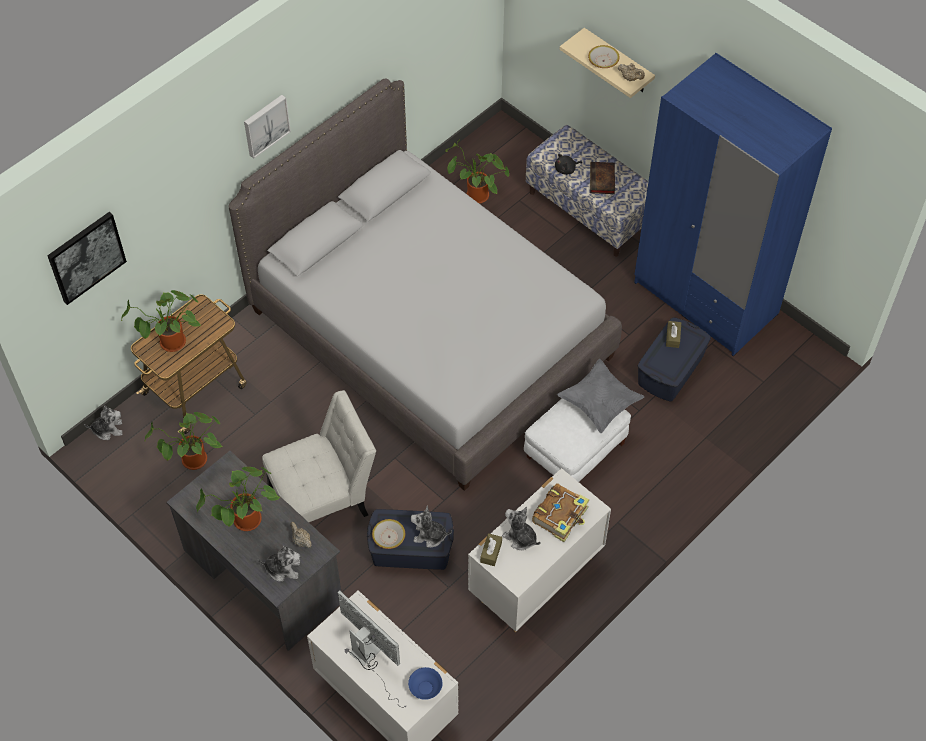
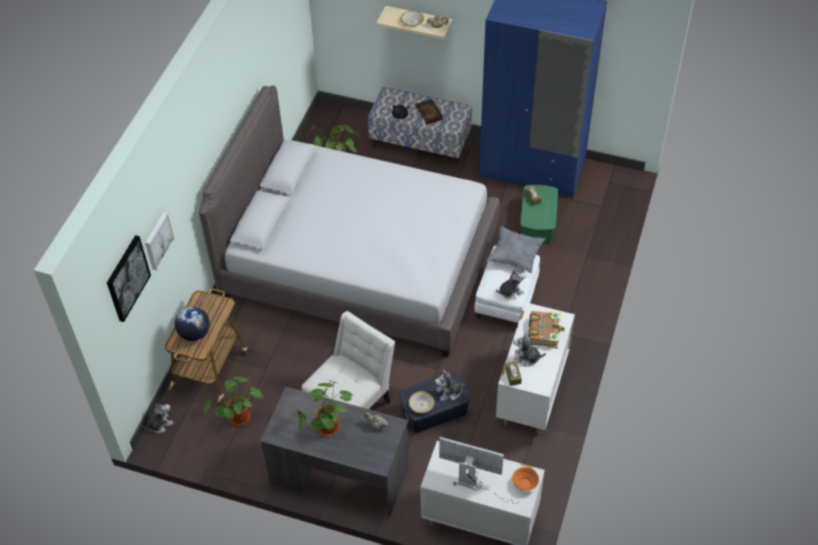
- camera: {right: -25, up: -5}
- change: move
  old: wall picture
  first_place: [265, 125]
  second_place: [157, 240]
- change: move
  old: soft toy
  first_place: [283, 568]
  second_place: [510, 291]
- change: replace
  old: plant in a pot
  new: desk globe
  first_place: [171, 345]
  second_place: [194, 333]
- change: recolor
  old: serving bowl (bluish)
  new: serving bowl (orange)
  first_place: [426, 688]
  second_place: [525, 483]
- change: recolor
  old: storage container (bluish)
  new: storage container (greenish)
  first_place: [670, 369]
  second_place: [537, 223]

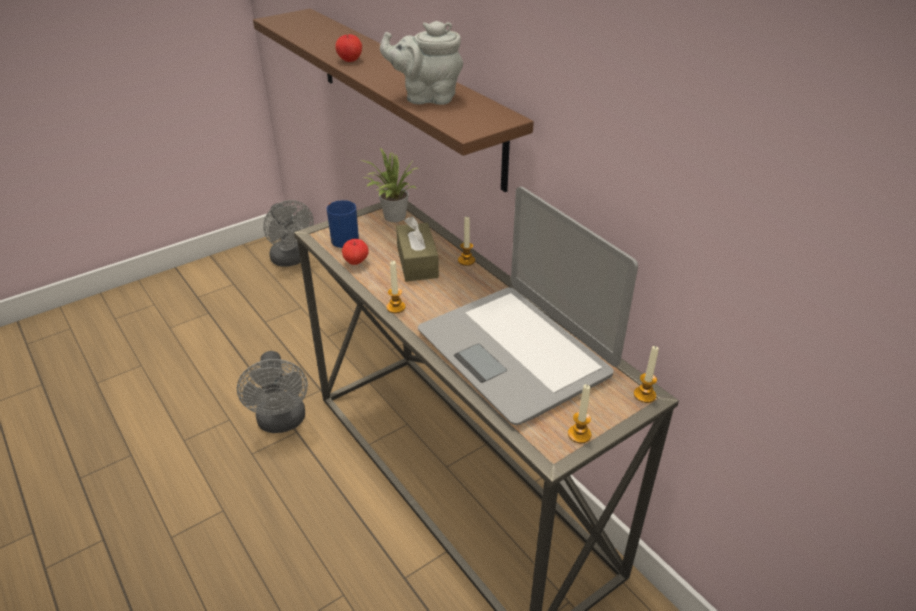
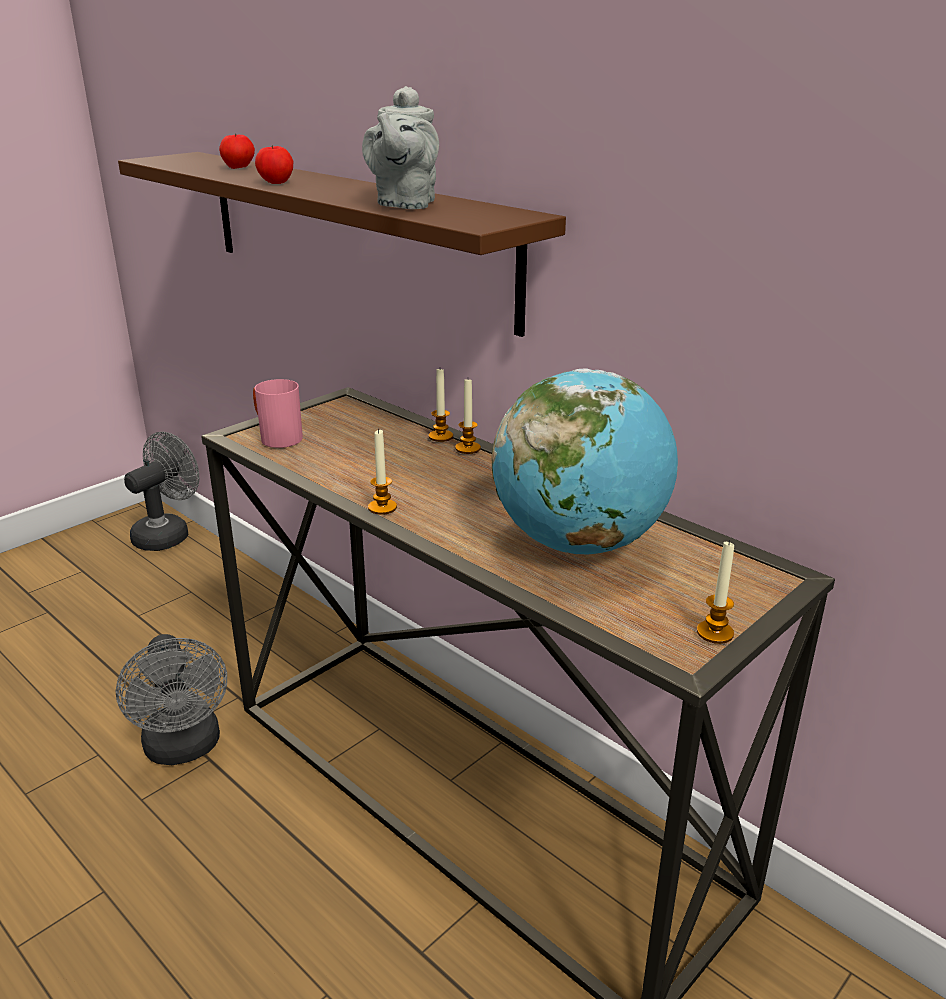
- camera: {right: -10, up: -10}
- change: delete
  old: plant in a pot
  first_place: [392, 217]
- change: delete
  old: tissue box (brownish)
  first_place: [417, 262]
- change: move
  old: apple fruit
  first_place: [356, 262]
  second_place: [238, 168]
- change: move
  old: wax candle
  first_place: [644, 395]
  second_place: [441, 436]
- change: replace
  old: notebook computer
  new: desk globe
  first_place: [516, 351]
  second_place: [579, 543]
- change: recolor
  old: mug (bluish)
  new: mug (pink-coloured)
  first_place: [341, 238]
  second_place: [276, 438]
- change: rotate
  old: electric fan (grey)
  first_place: [292, 260]
  second_place: [168, 534]
  degrees: -105
- change: rotate
  old: tea pot (grey)
  first_place: [427, 97]
  second_place: [404, 204]
  degrees: -75

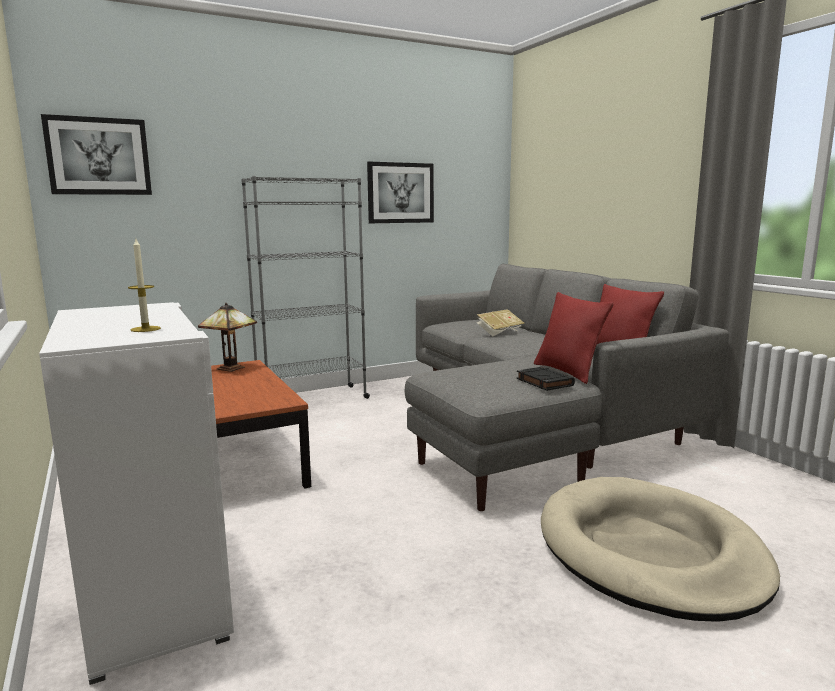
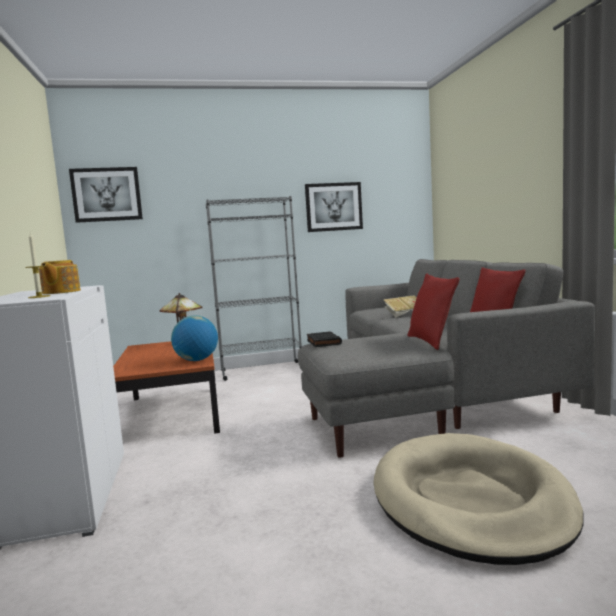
- camera: {right: 15, up: -5}
- change: insert
  new: tea pot
  second_place: [60, 292]
- change: insert
  new: desk globe
  second_place: [196, 360]
- change: move
  old: bound book (blackish)
  first_place: [544, 382]
  second_place: [323, 342]

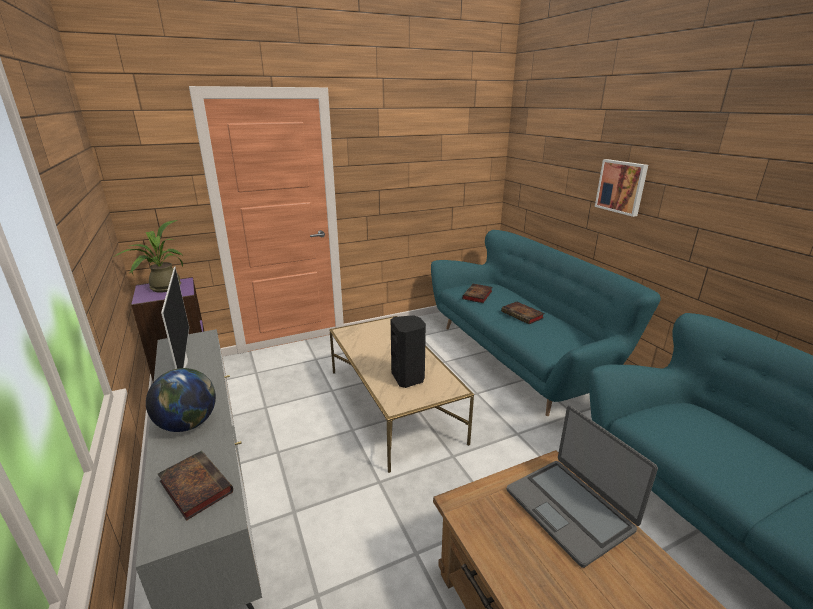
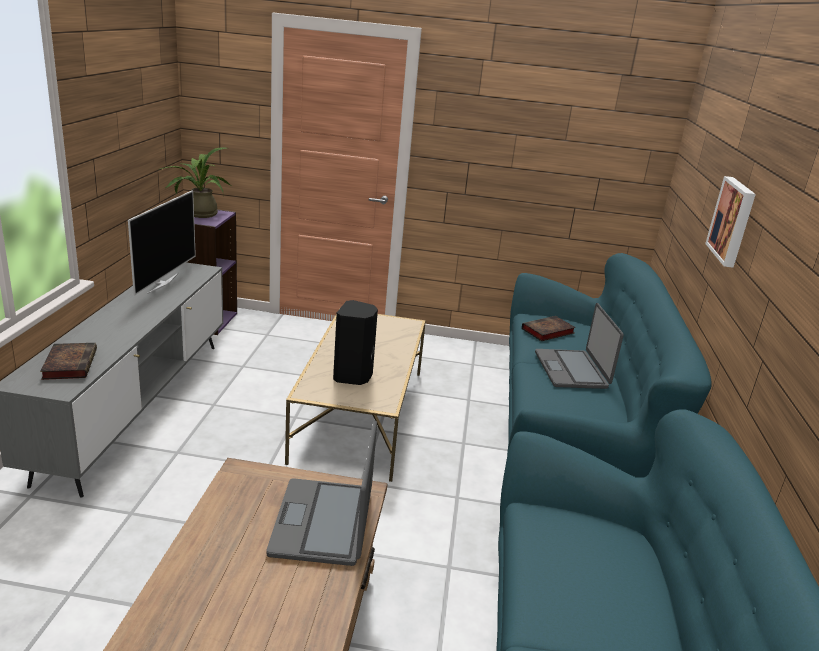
- camera: {right: 30, up: 0}
- change: delete
  old: desk globe
  first_place: [188, 424]
- change: replace
  old: bound book
  new: notebook computer
  first_place: [523, 315]
  second_place: [572, 370]

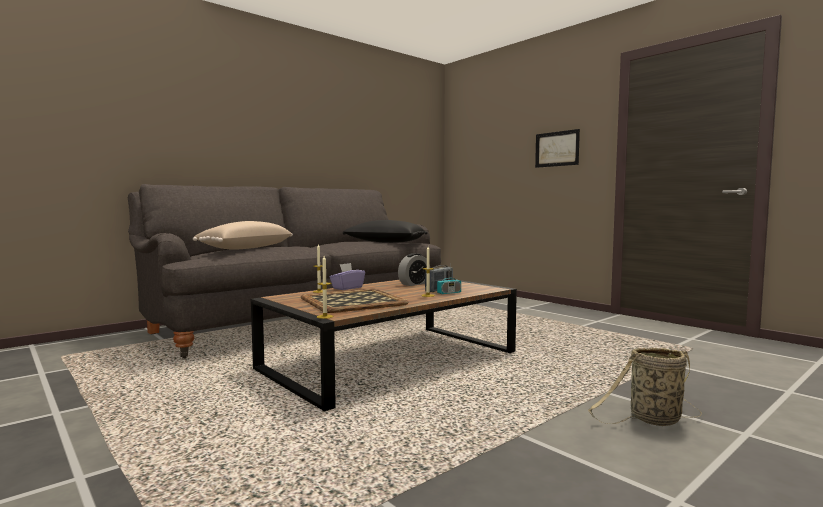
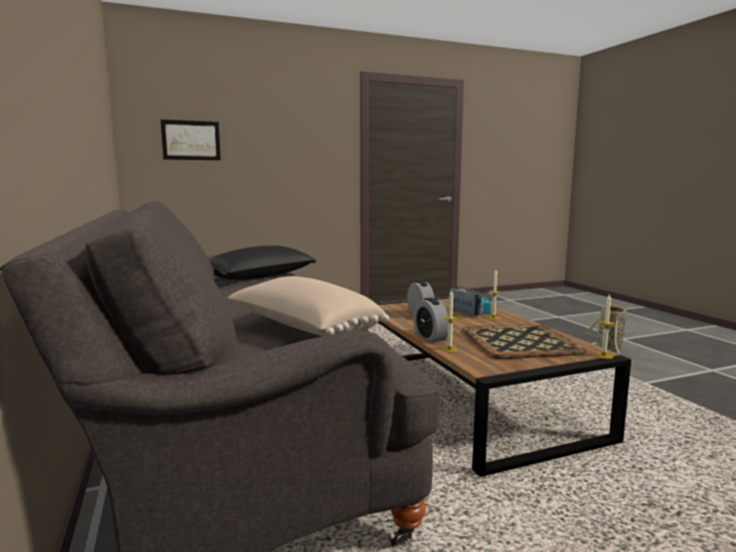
- camera: {right: -70, up: 5}
- change: move
  old: wall picture
  first_place: [557, 149]
  second_place: [191, 140]
- change: replace
  old: tissue box (purple)
  new: table clock
  first_place: [347, 288]
  second_place: [430, 337]

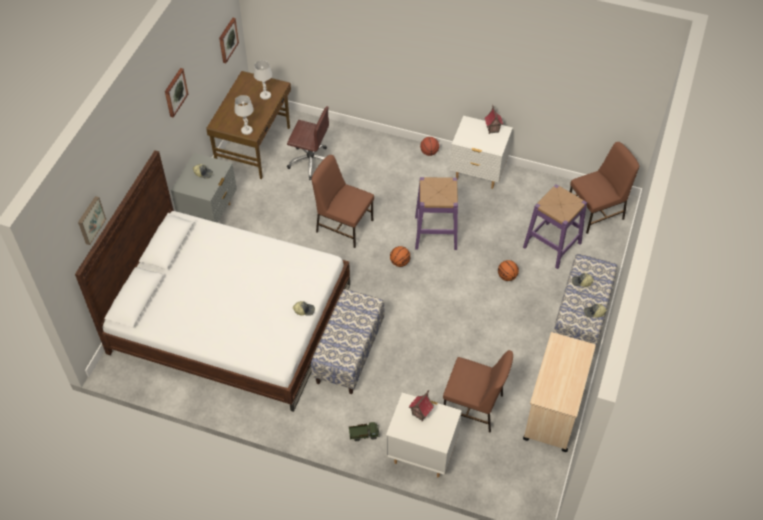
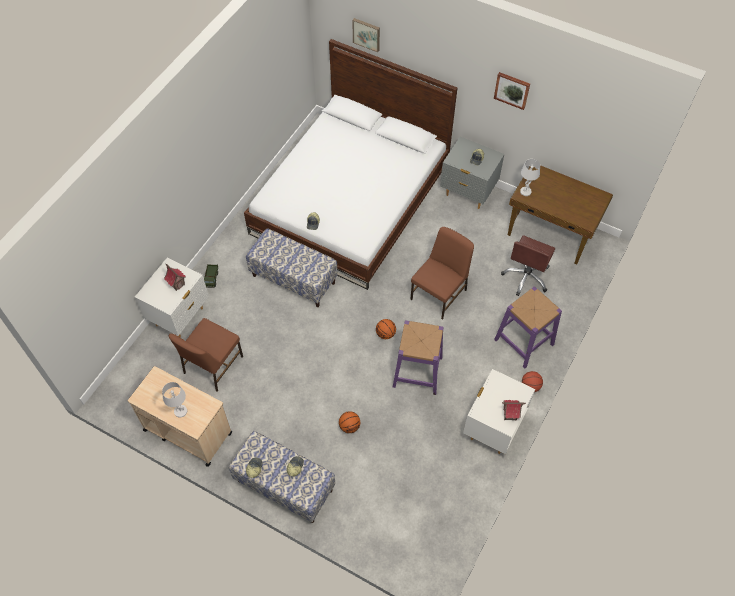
- camera: {right: 100, up: 5}
- change: delete
  old: wall picture
  first_place: [227, 40]
- change: delete
  old: chair (brownish)
  first_place: [596, 212]
- change: move
  old: lamp for a table (whitish)
  first_place: [265, 95]
  second_place: [180, 411]
- change: move
  old: sitting stool (purple)
  first_place: [552, 245]
  second_place: [524, 342]

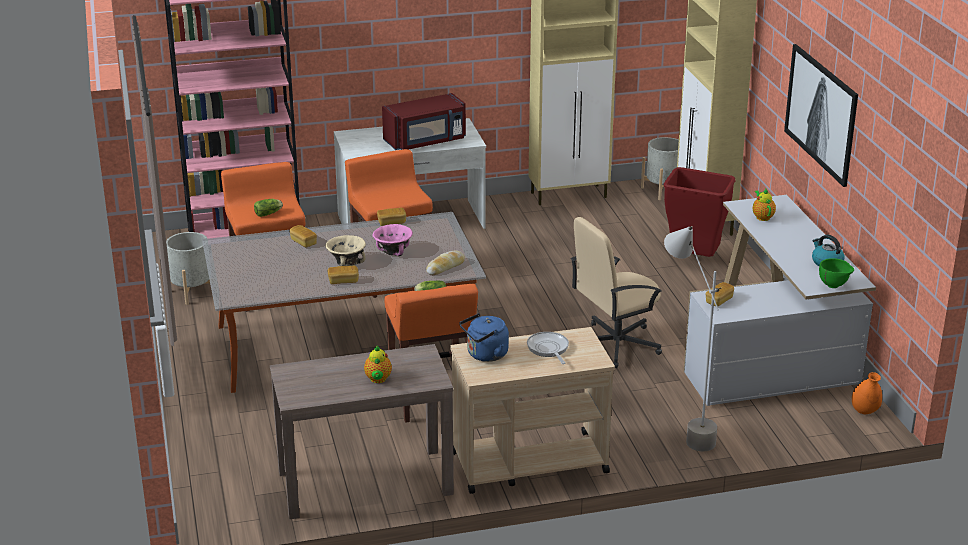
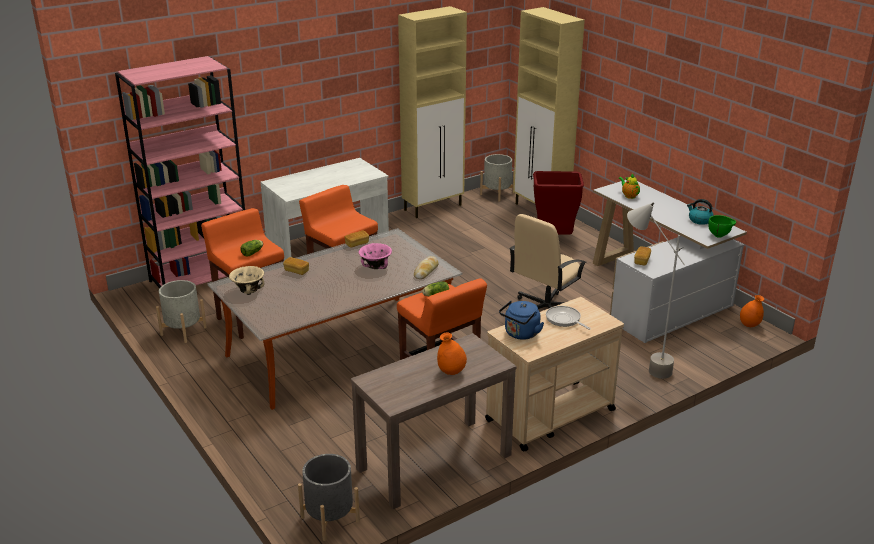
- camera: {right: -20, up: 0}
- change: delete
  old: baked bread
  first_place: [343, 281]
- change: delete
  old: kitchen microwave (reddish)
  first_place: [426, 141]
- change: delete
  old: wall picture
  first_place: [821, 113]
- change: insert
  new: planter (grey)
  second_place: [330, 519]
- change: move
  old: serving bowl (beige-coloured)
  first_place: [347, 263]
  second_place: [248, 290]
- change: replace
  old: tea pot
  new: vase (orange)
  first_place: [378, 380]
  second_place: [451, 372]

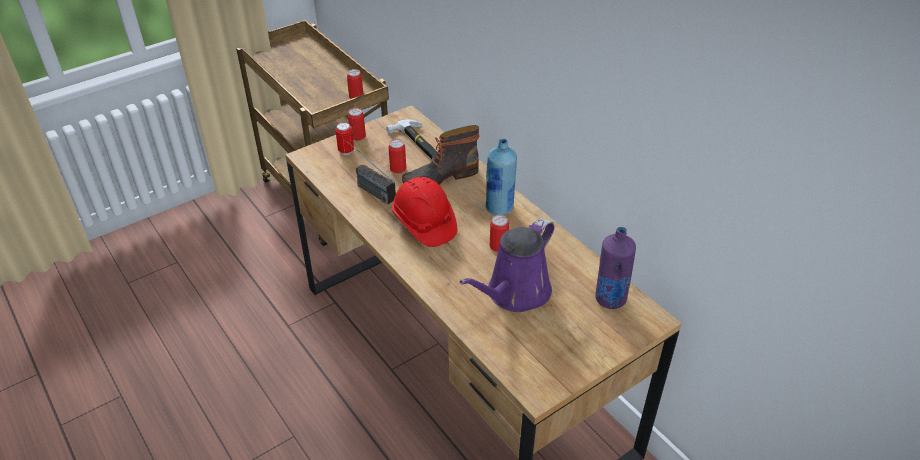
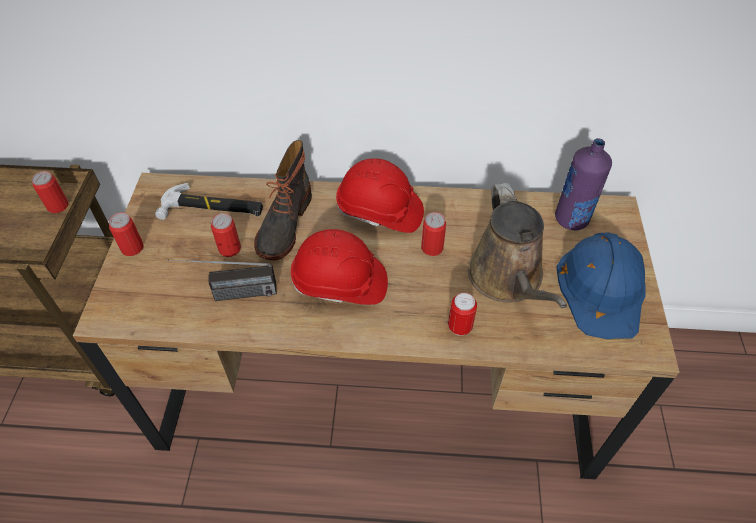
- camera: {right: -50, up: 10}
- change: insert
  new: hard hat (bluish)
  second_place: [602, 288]
- change: move
  old: can
  first_place: [346, 151]
  second_place: [459, 327]
- change: replace
  old: drink bottle (bluish)
  new: hard hat (reddish)
  first_place: [499, 208]
  second_place: [380, 211]
- change: recolor
  old: watering pot (purple)
  new: watering pot (brownish)
  first_place: [515, 293]
  second_place: [508, 279]

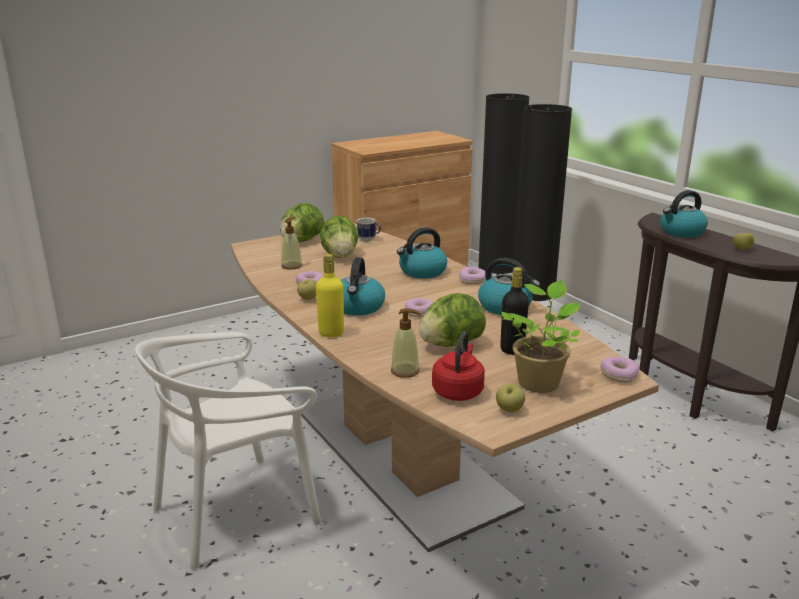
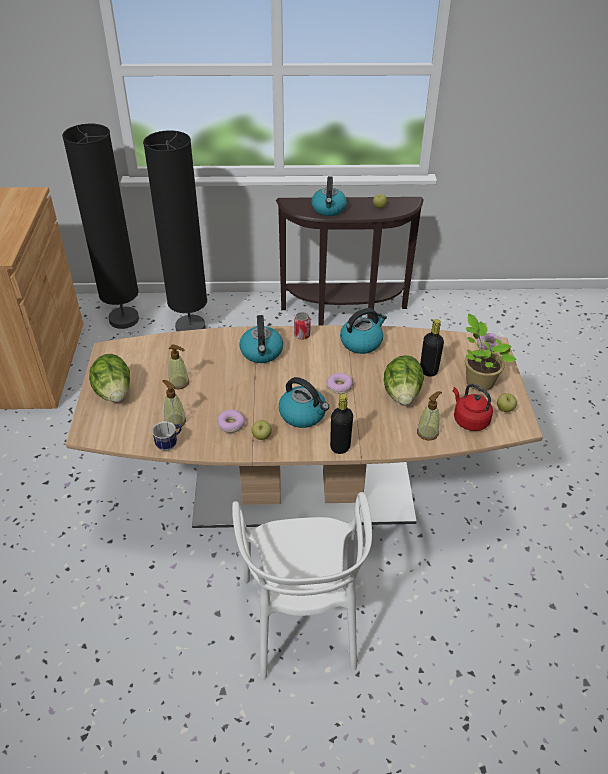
- camera: {right: -60, up: 20}
- change: move
  old: mug
  first_place: [369, 240]
  second_place: [169, 444]
- change: replace
  old: head of lettuce
  new: soap bottle
  first_place: [340, 256]
  second_place: [179, 383]
- change: replace
  old: donut
  new: can
  first_place: [473, 280]
  second_place: [302, 335]
- change: recolor
  old: drink bottle (yellow-coloured)
  new: drink bottle (blackish)
  first_place: [331, 333]
  second_place: [340, 447]

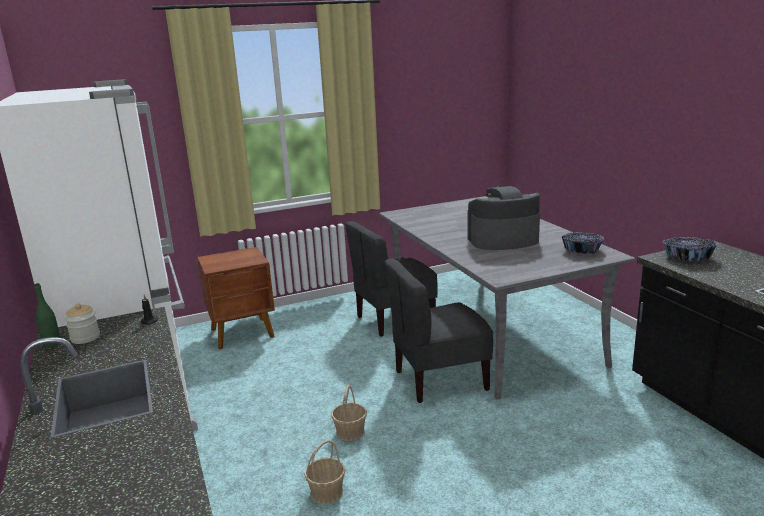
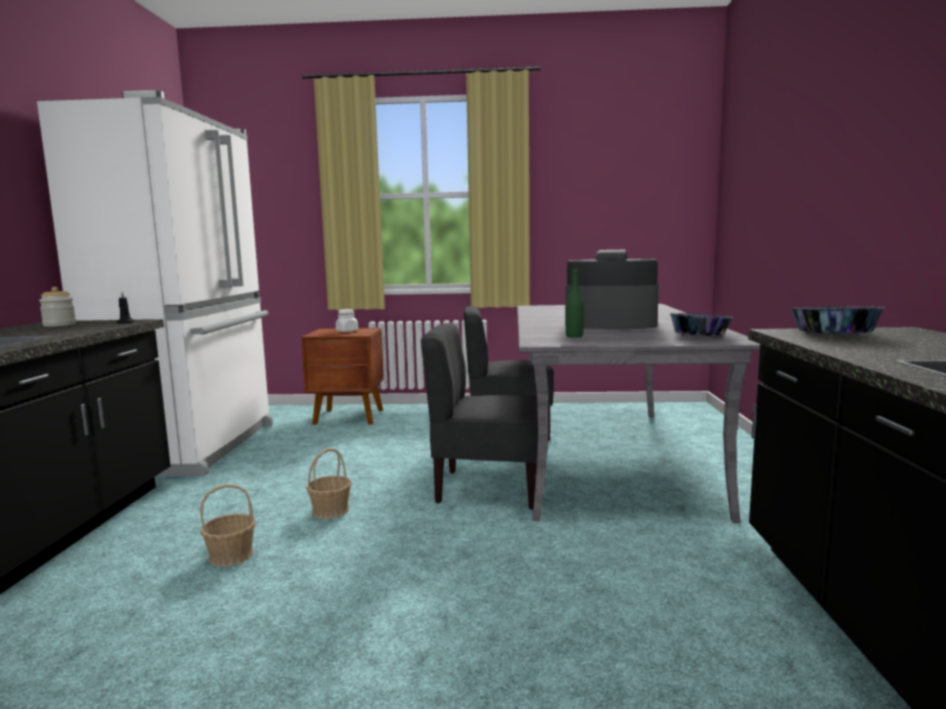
- camera: {right: 25, up: -10}
- change: insert
  new: preserve jar (whitish)
  second_place: [347, 331]
- change: move
  old: drink bottle (greenish)
  first_place: [52, 343]
  second_place: [574, 336]

